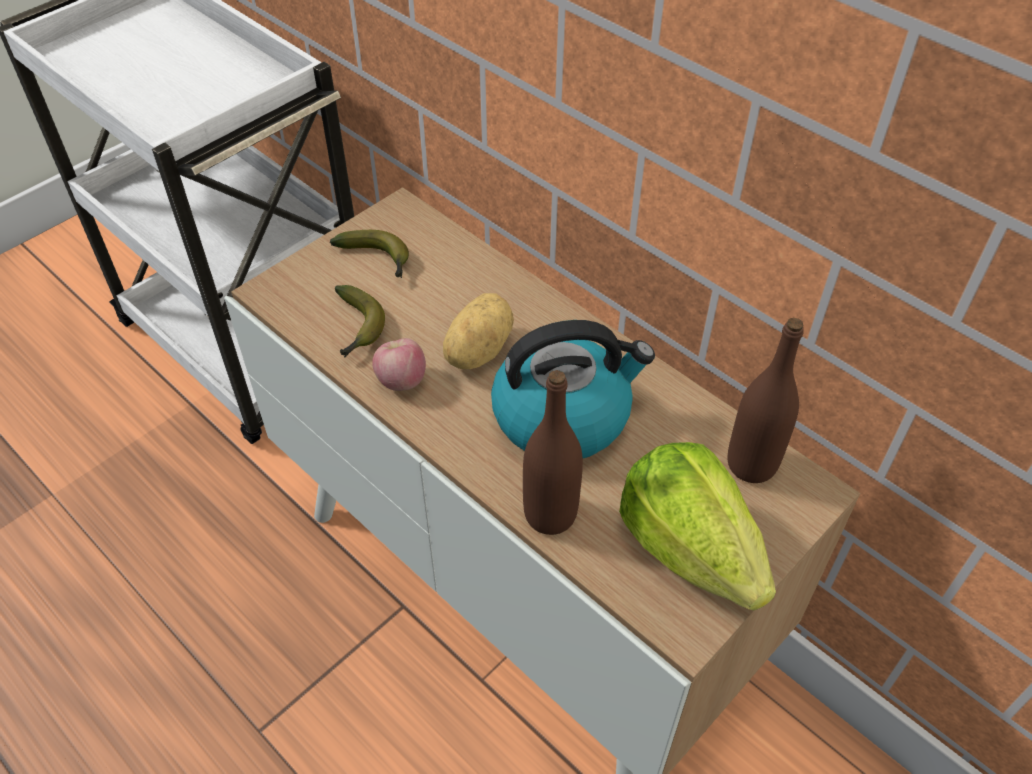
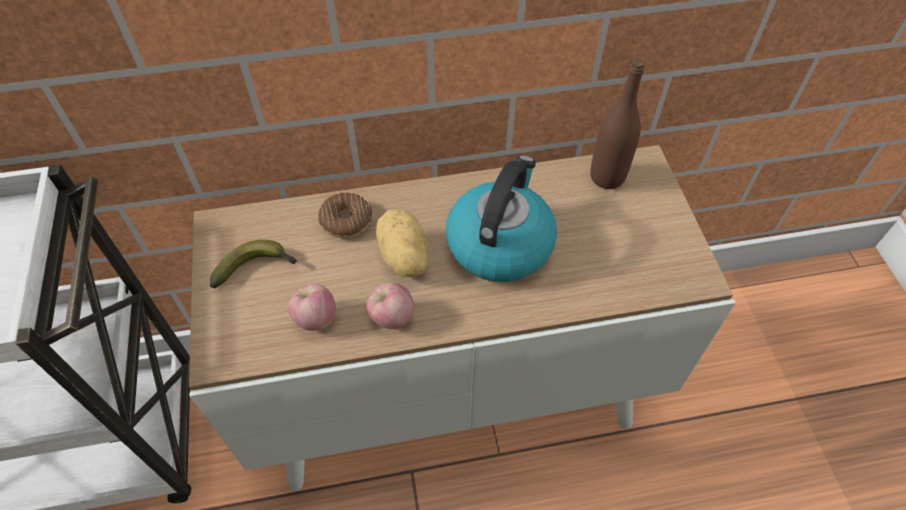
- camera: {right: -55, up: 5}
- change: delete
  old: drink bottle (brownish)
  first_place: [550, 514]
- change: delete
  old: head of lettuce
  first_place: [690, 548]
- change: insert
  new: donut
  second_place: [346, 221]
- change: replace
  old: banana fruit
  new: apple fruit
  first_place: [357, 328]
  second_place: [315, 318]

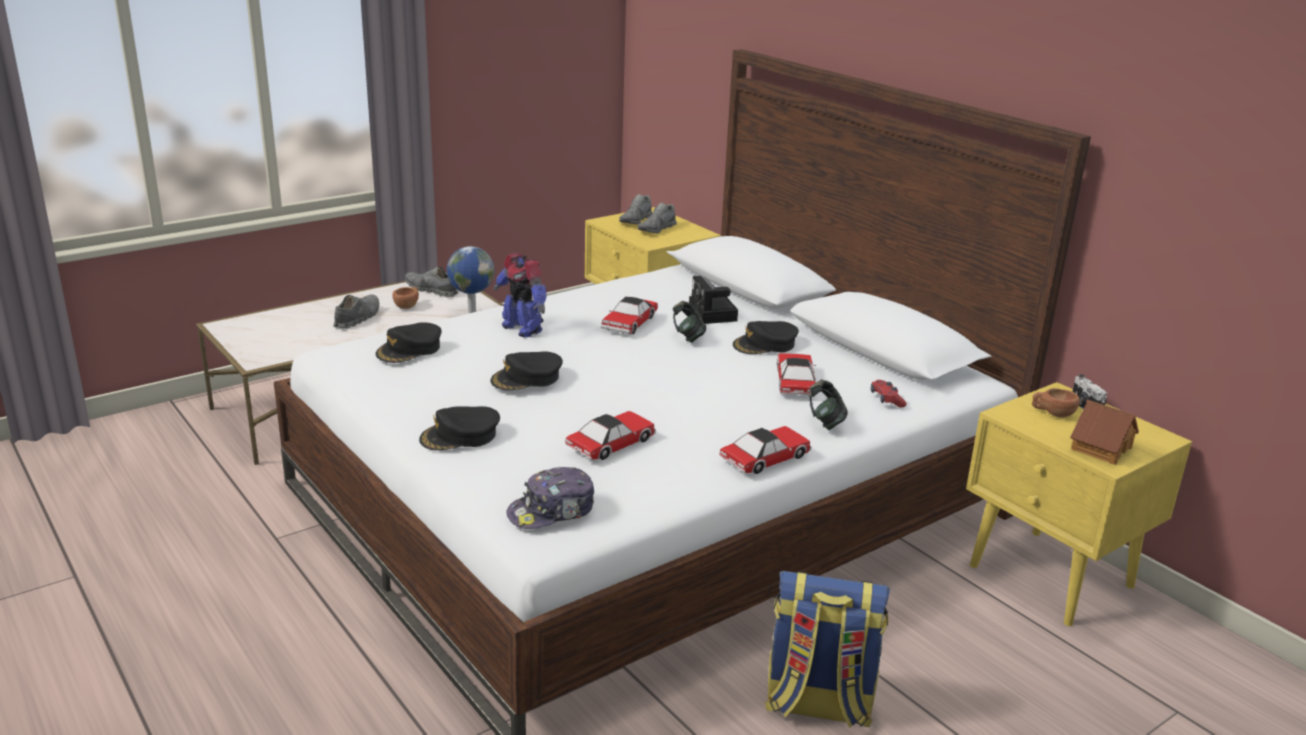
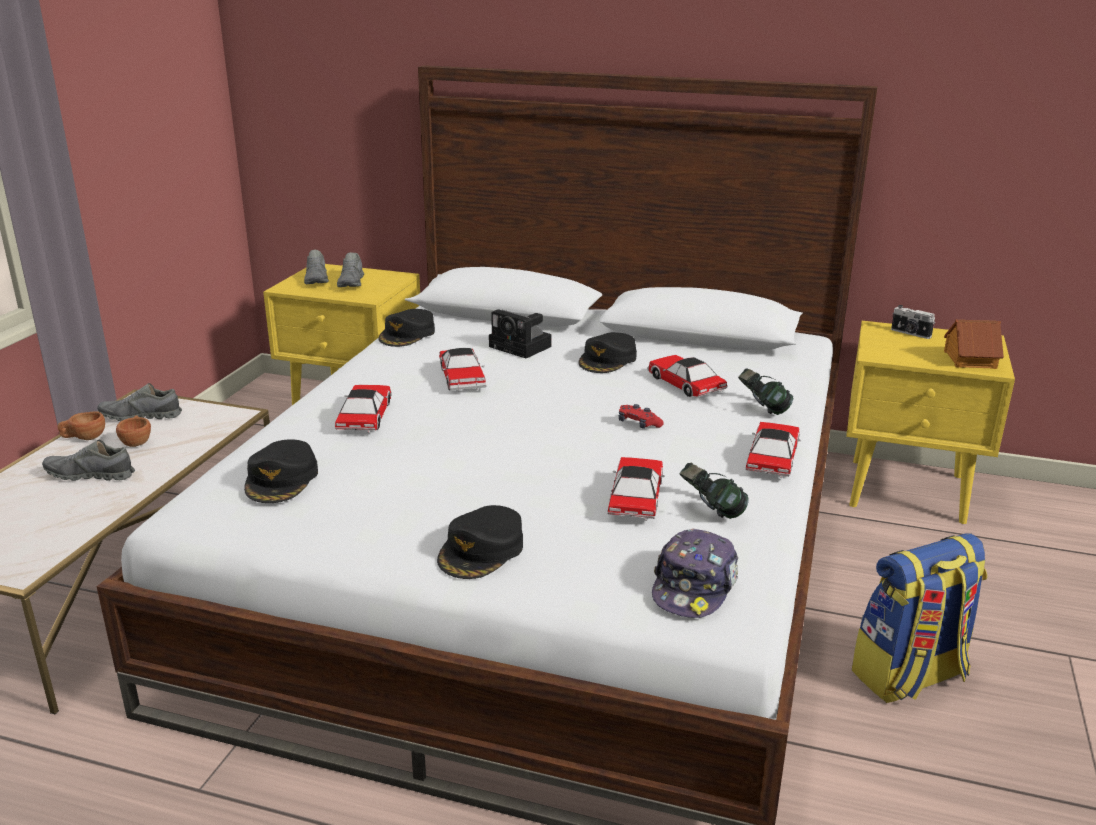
- camera: {right: -35, up: 0}
- change: delete
  old: desk globe
  first_place: [471, 312]
- change: move
  old: peaked cap (blackish)
  first_place: [527, 378]
  second_place: [407, 334]
- change: move
  old: headset
  first_place: [688, 337]
  second_place: [710, 511]
- change: move
  old: game controller (reddish)
  first_place: [886, 399]
  second_place: [638, 424]
- change: move
  old: small cup (brownish)
  first_place: [1052, 413]
  second_place: [84, 438]
- change: replace
  old: robot figure
  new: miniature car
  first_place: [522, 328]
  second_place: [365, 417]
- change: rotate
  old: low shoe (grey)
  first_place: [357, 318]
  second_place: [90, 475]
  degrees: -75

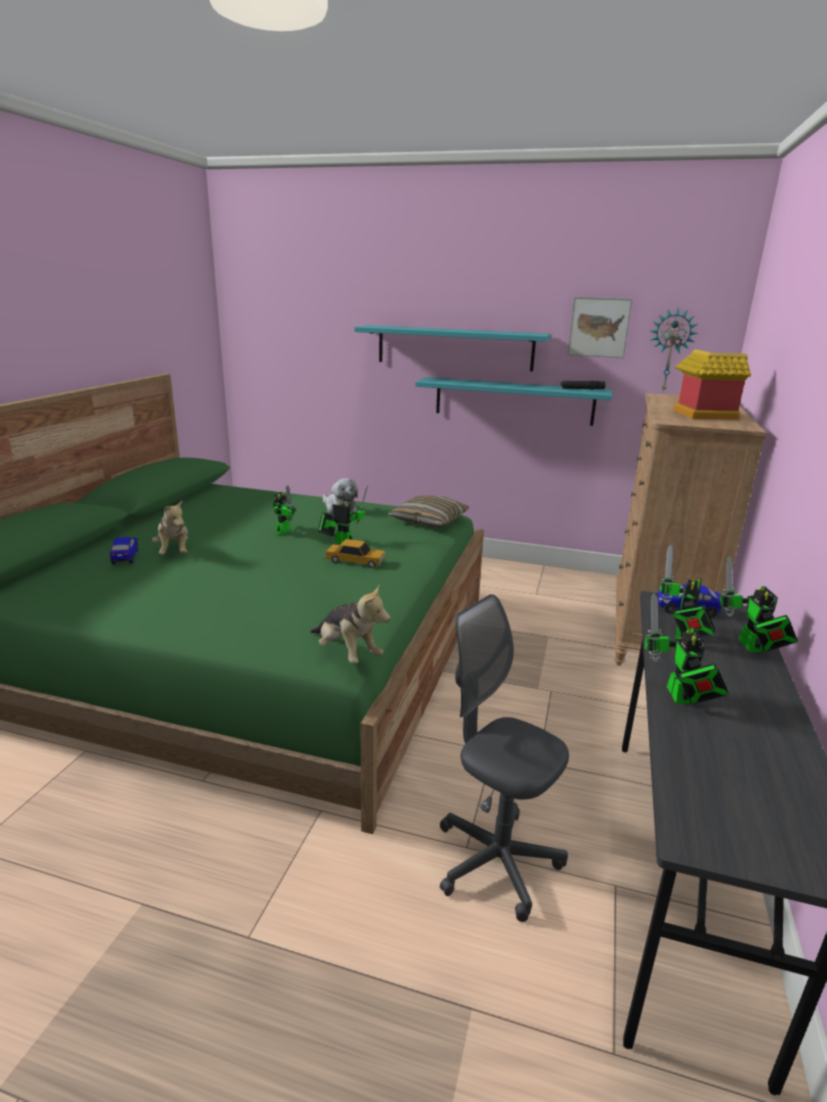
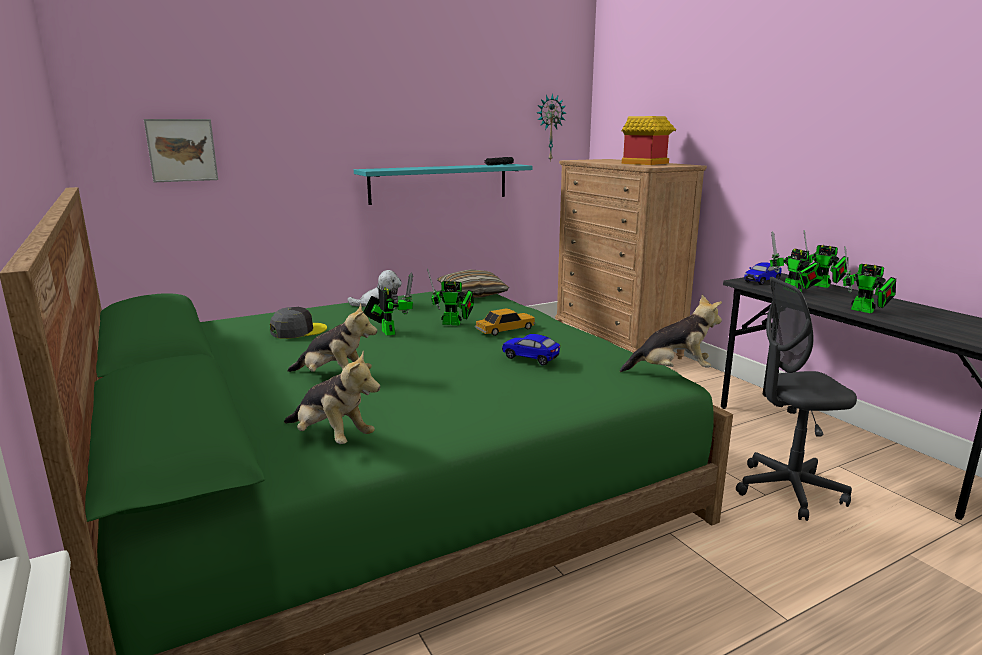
- camera: {right: -45, up: -5}
- change: delete
  old: bracket shelf (blue-green)
  first_place: [454, 348]
- change: insert
  new: peaked cap (grey)
  second_place: [298, 331]
- change: insert
  new: soft toy
  second_place: [331, 438]
- change: move
  old: miniature car
  first_place: [125, 557]
  second_place: [530, 358]
- change: move
  old: wall picture
  first_place: [599, 327]
  second_place: [182, 150]
- change: rotate
  old: robot figure
  first_place: [341, 542]
  second_place: [454, 323]
  degrees: -150

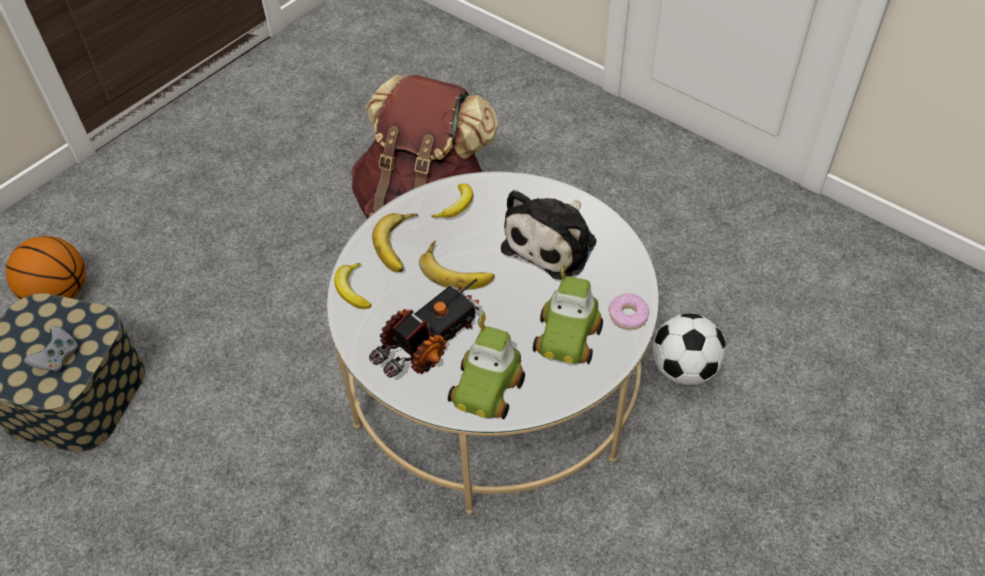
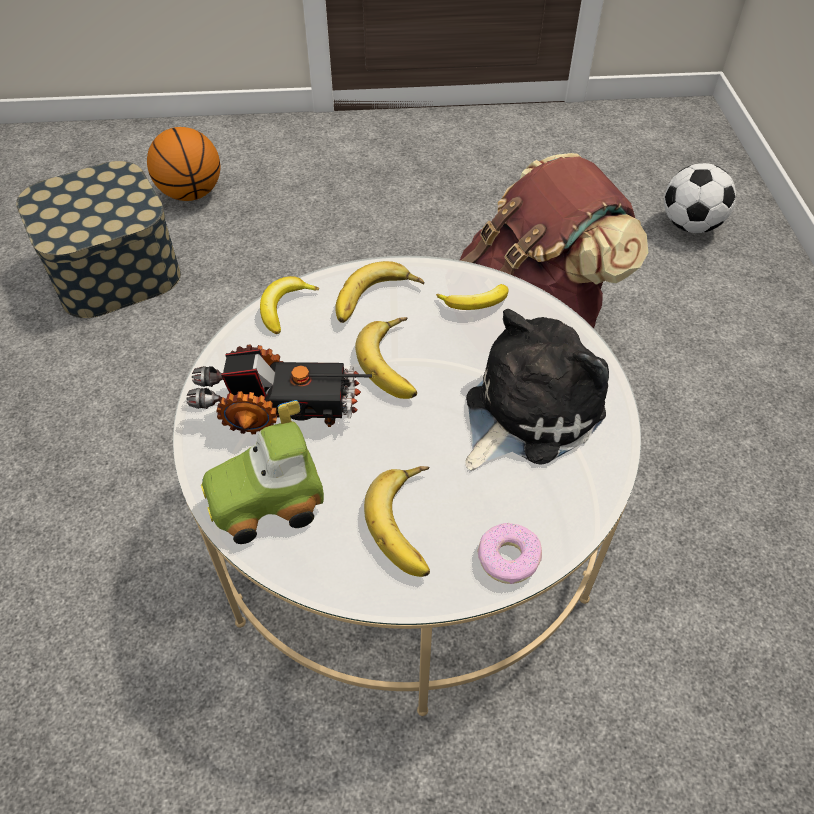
- camera: {right: 45, up: 0}
- change: delete
  old: game controller (grey)
  first_place: [58, 358]
- change: move
  old: football
  first_place: [684, 369]
  second_place: [690, 225]
- change: replace
  old: miniature car
  new: banana fruit
  first_place: [568, 338]
  second_place: [412, 523]
- change: rotate
  old: soft toy
  first_place: [553, 243]
  second_place: [526, 412]
  degrees: 150

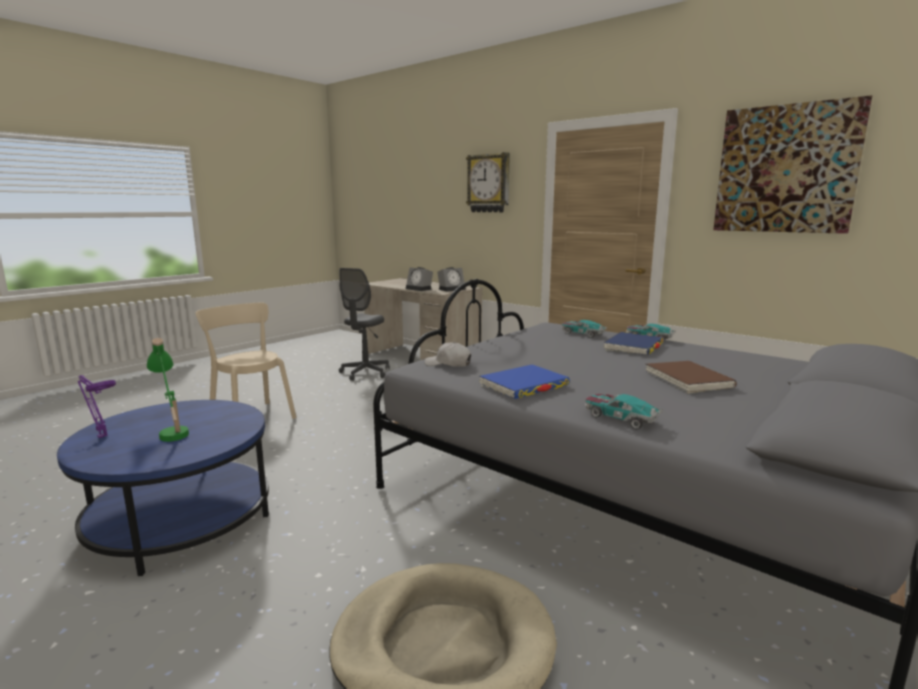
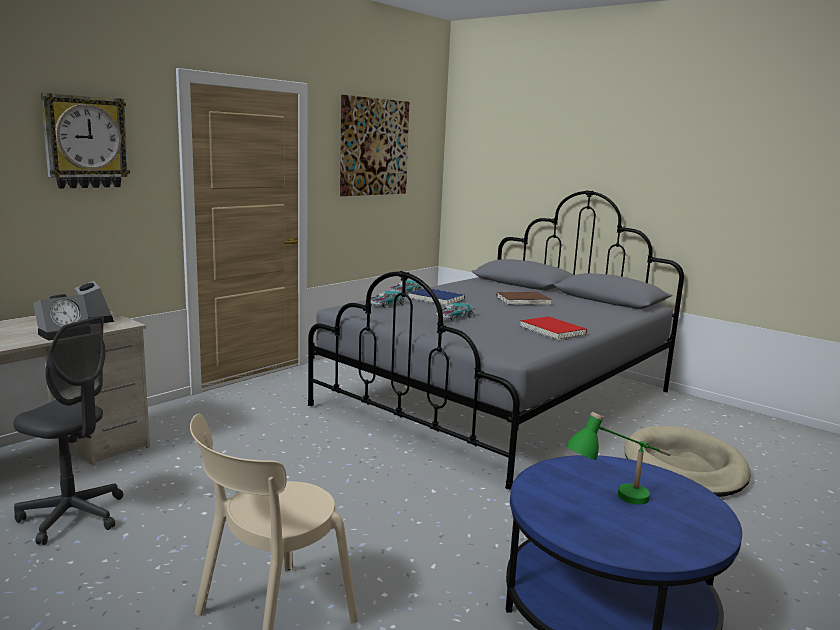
- camera: {right: -90, up: 0}
- change: delete
  old: lamp for a table (purple)
  first_place: [101, 436]
- change: delete
  old: peaked cap (whitish)
  first_place: [448, 364]
- change: move
  old: miniature car
  first_place: [620, 418]
  second_place: [454, 317]
- change: recolor
  old: bound book (bluish)
  new: bound book (reddish)
  first_place: [524, 385]
  second_place: [552, 331]

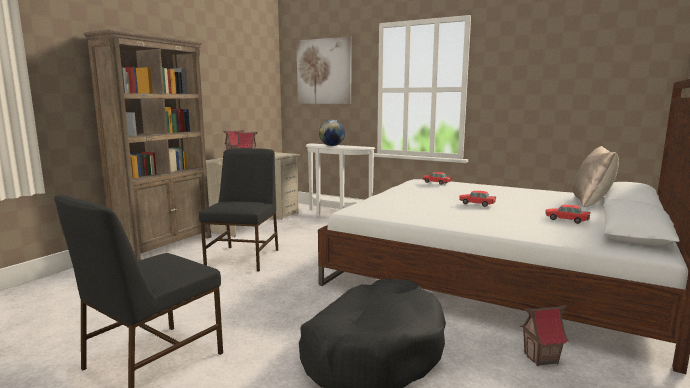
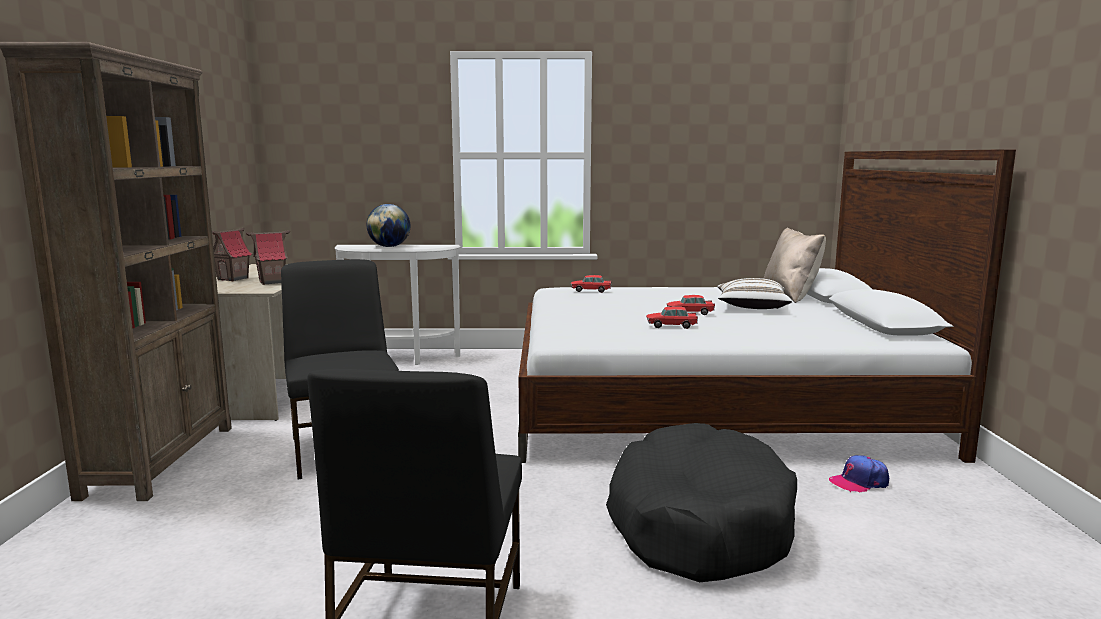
- camera: {right: -30, up: 0}
- change: delete
  old: wall picture
  first_place: [323, 71]
- change: insert
  new: throw pillow (whitish)
  second_place: [751, 307]
- change: move
  old: miniature car
  first_place: [566, 220]
  second_place: [671, 326]
- change: replace
  old: miniature house
  new: peaked cap
  first_place: [541, 358]
  second_place: [859, 482]

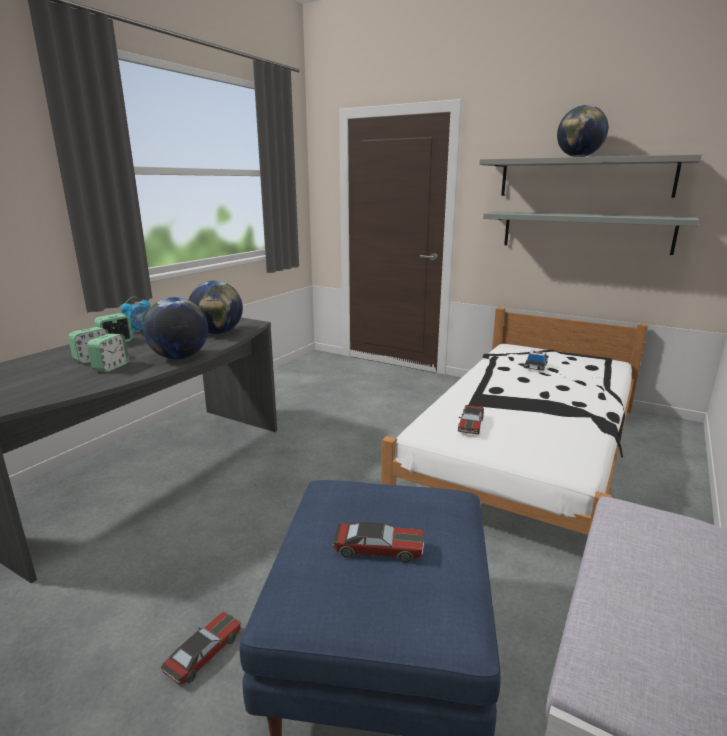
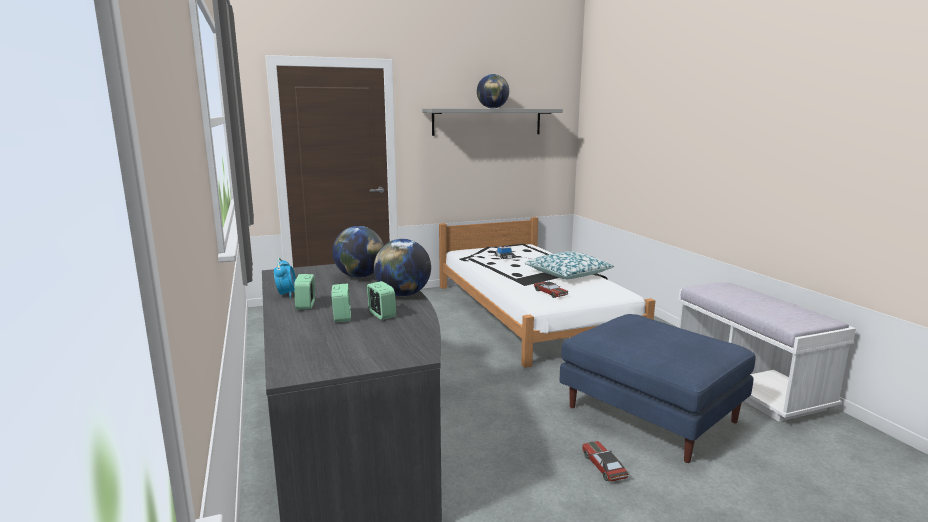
- camera: {right: -50, up: -5}
- change: delete
  old: miniature car
  first_place: [379, 548]
- change: delete
  old: bracket shelf (grey)
  first_place: [585, 232]
- change: insert
  new: throw pillow
  second_place: [568, 274]

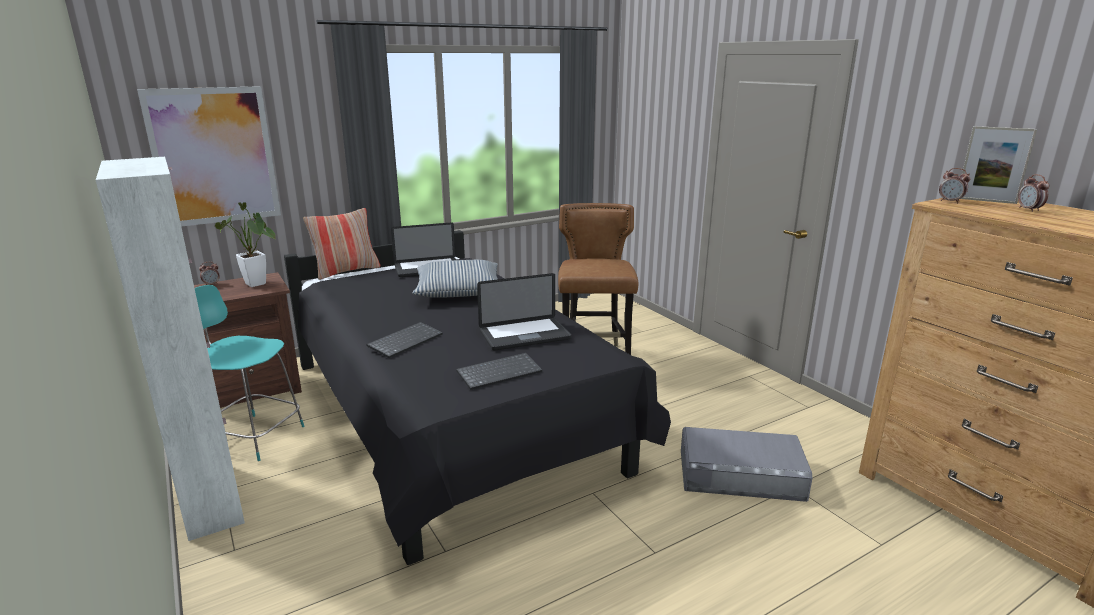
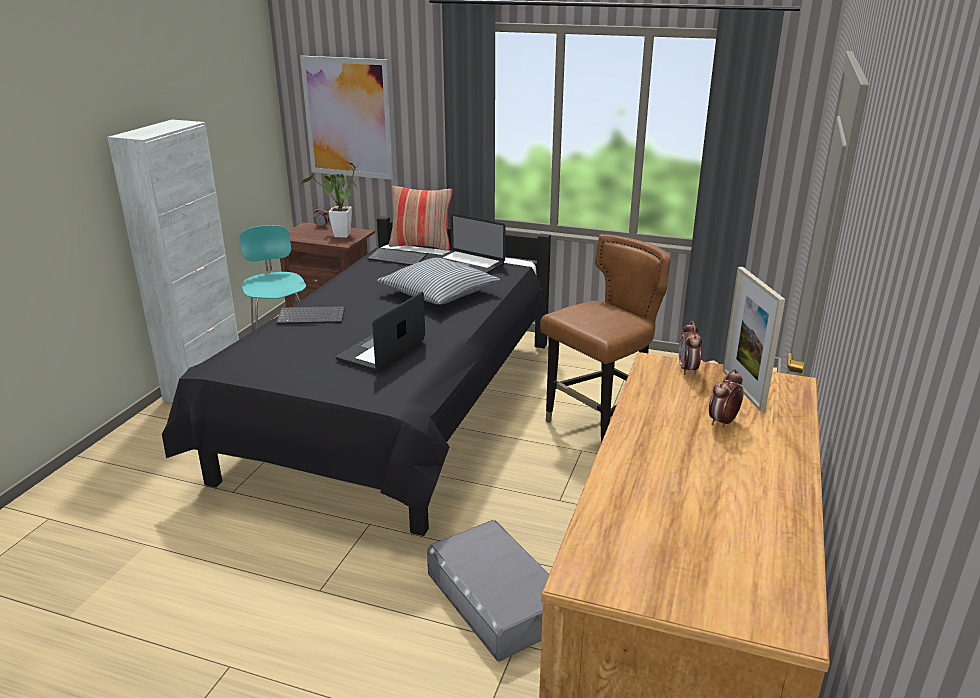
- camera: {right: 50, up: 5}
- change: move
  old: computer keyboard
  first_place: [499, 372]
  second_place: [398, 258]
- change: rotate
  old: notebook computer
  first_place: [524, 335]
  second_place: [382, 350]
  degrees: 90

